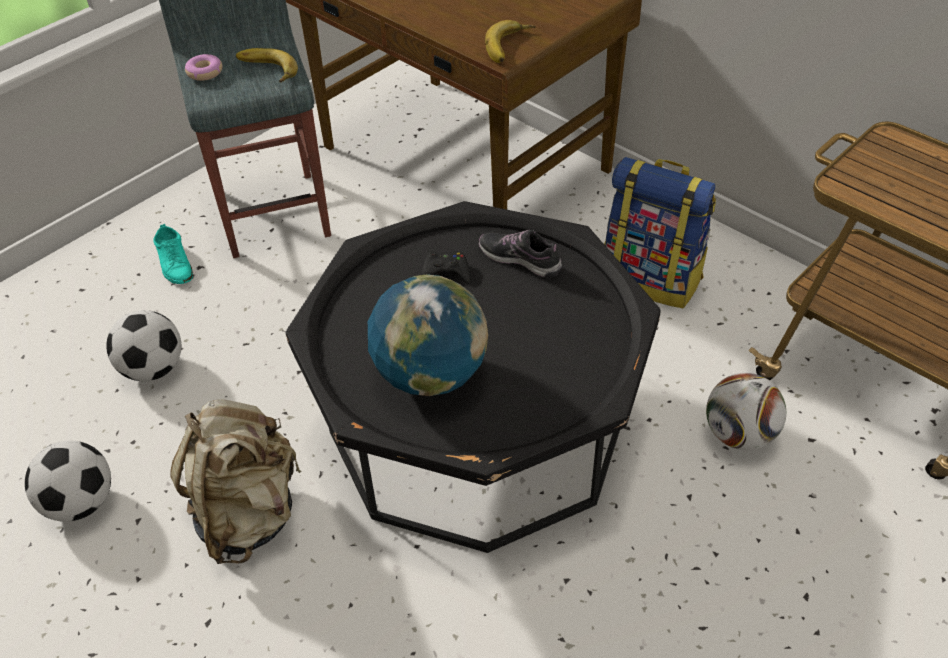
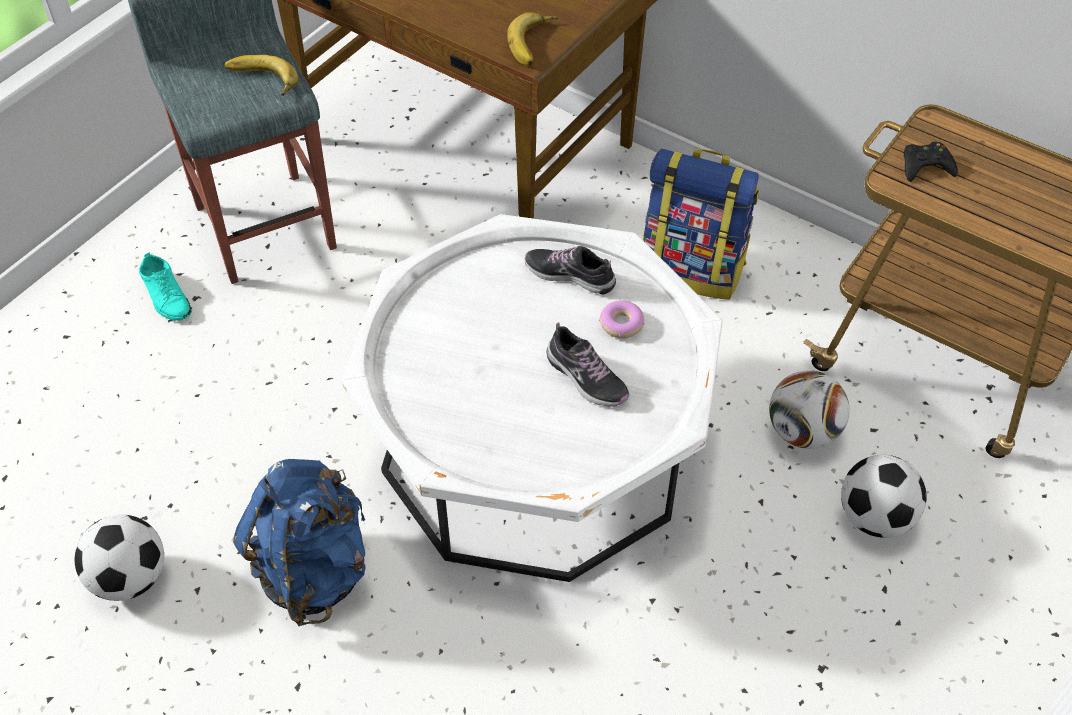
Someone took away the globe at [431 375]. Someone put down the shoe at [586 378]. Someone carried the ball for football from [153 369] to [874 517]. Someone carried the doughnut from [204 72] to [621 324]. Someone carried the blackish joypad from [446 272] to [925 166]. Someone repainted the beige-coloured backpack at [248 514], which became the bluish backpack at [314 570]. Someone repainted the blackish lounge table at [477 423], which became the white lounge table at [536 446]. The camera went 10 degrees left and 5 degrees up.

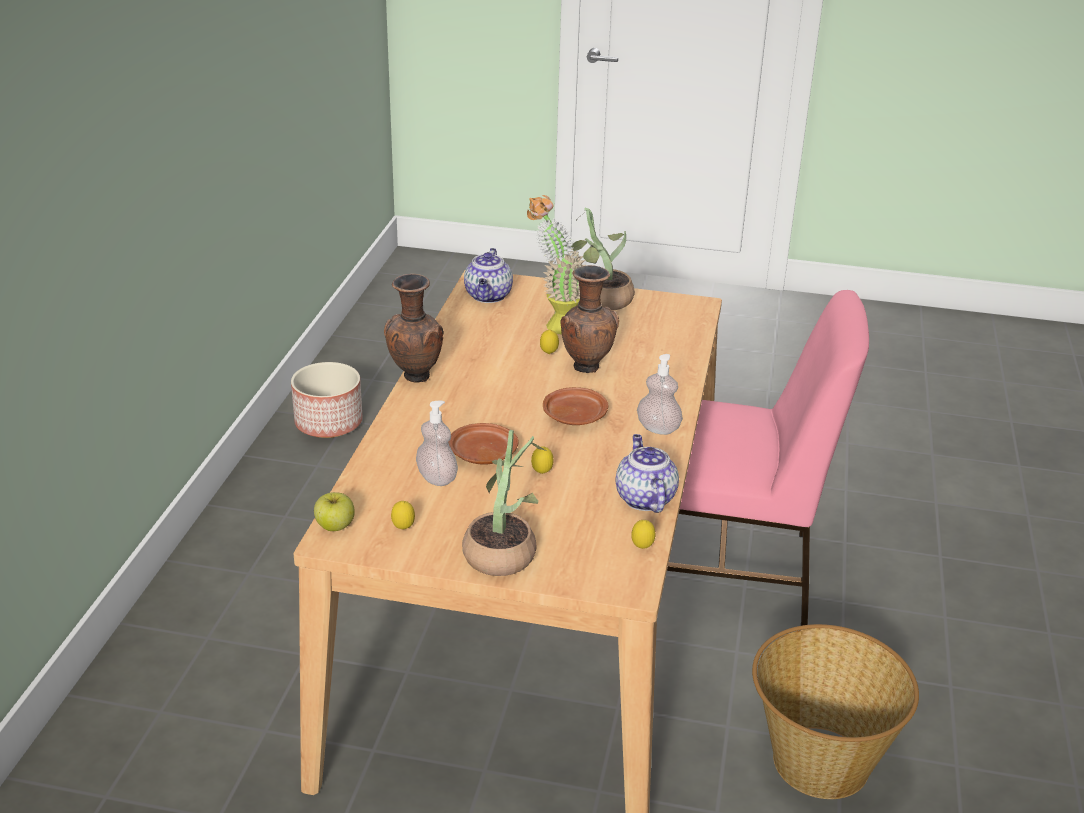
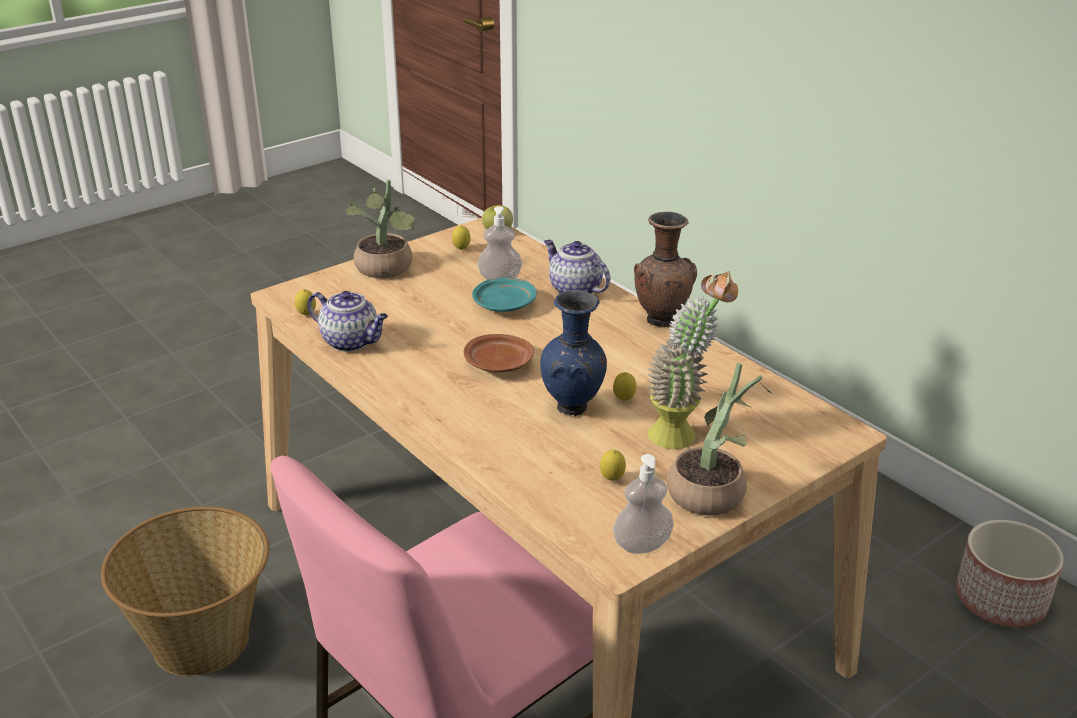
Someone carried the teapot from [488 296] to [574 289]. Someone carried the lemon from [542 473] to [612 480]. Someone carried the soap dispenser from [658 428] to [642 544]. Someone repainted the brown plate at [482 454], which became the turquoise plate at [504 304]. Someone repainted the brown decorative vase at [586 366], which became the bluish decorative vase at [573 409]. The camera went 130 degrees right and 0 degrees up.

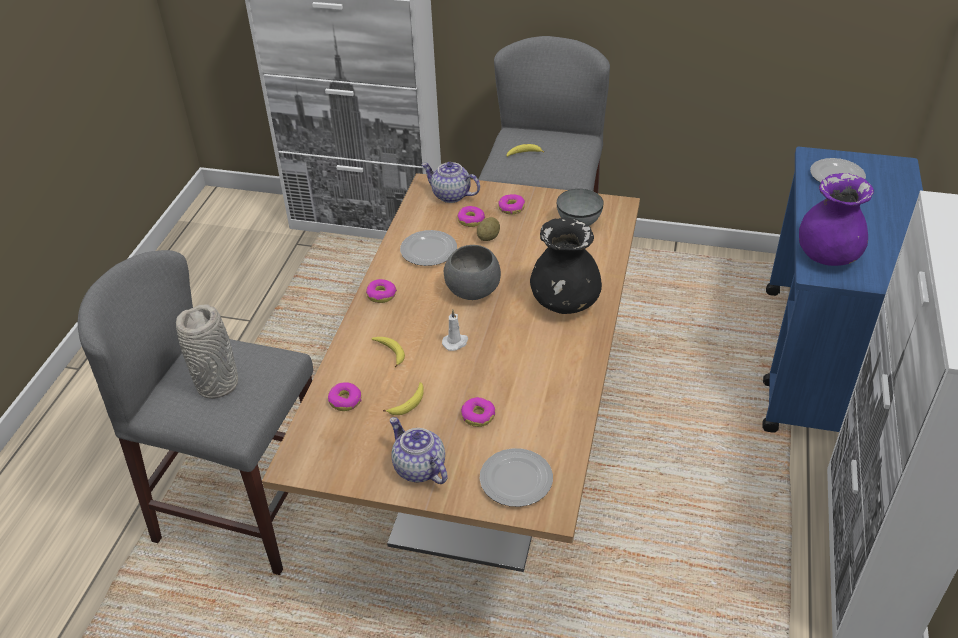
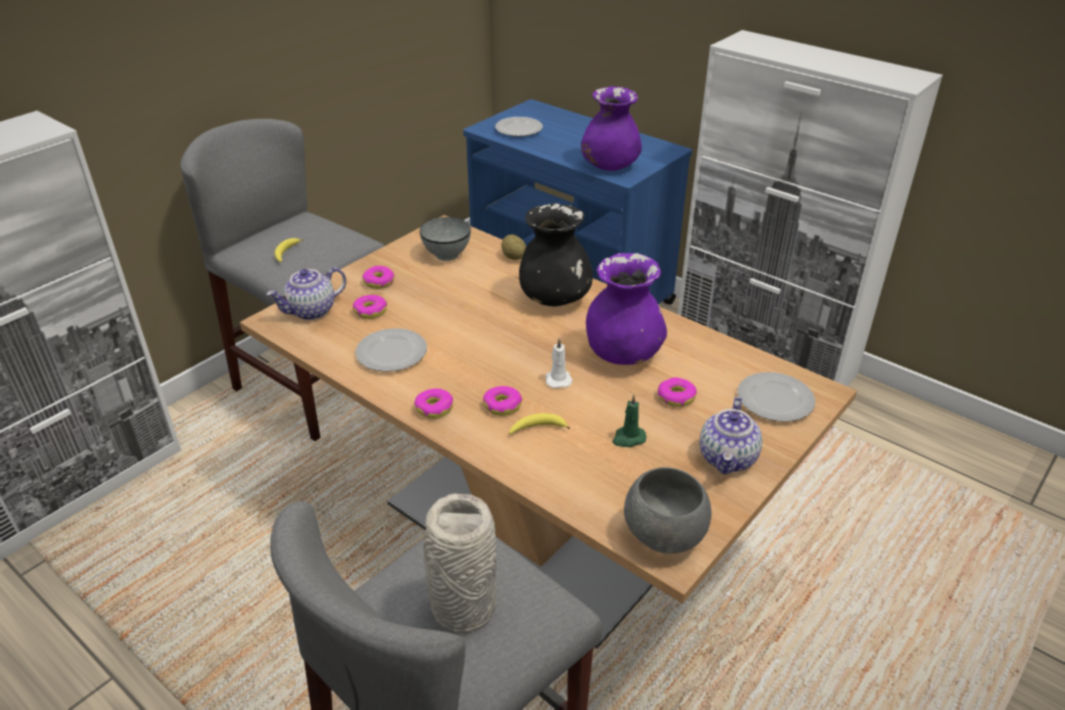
Someone put down the purple decorative vase at [622 354]. Someone carried the doughnut from [345 401] to [502 405]. Someone carried the gray serving bowl from [472 291] to [663 536]. Someone carried the spud from [488 237] to [513 257]. Someone swapped the whole banana at [408 403] for the green wax candle at [628 438]. Someone rotated the teapot at [418 468] by 60 degrees counterclockwise. The camera went 65 degrees left and 5 degrees down.

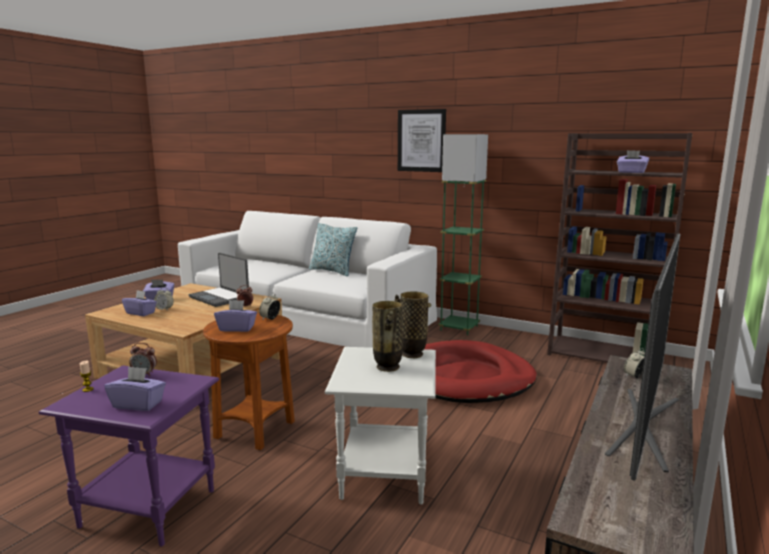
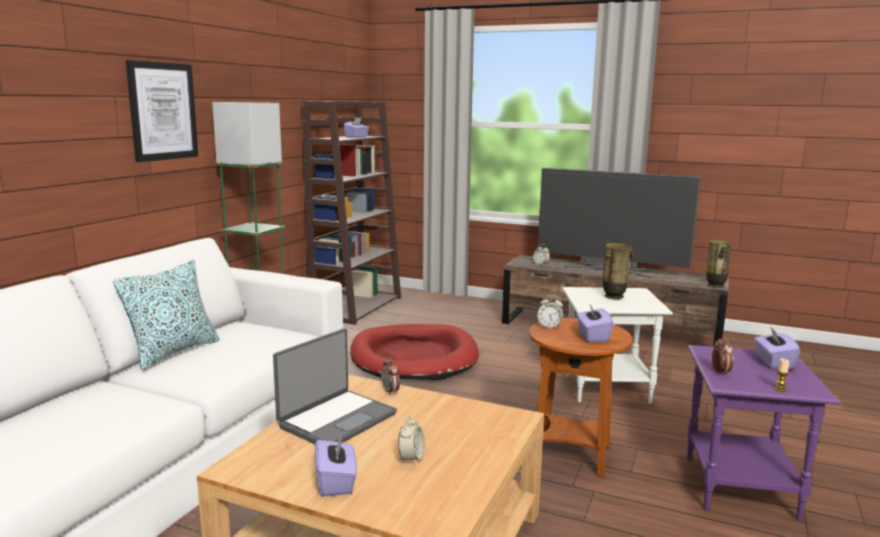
Someone took away the purple box of tissues at [141 313]. Someone carried the decorative vase from [412 354] to [715 286]. The camera went 95 degrees left and 0 degrees up.

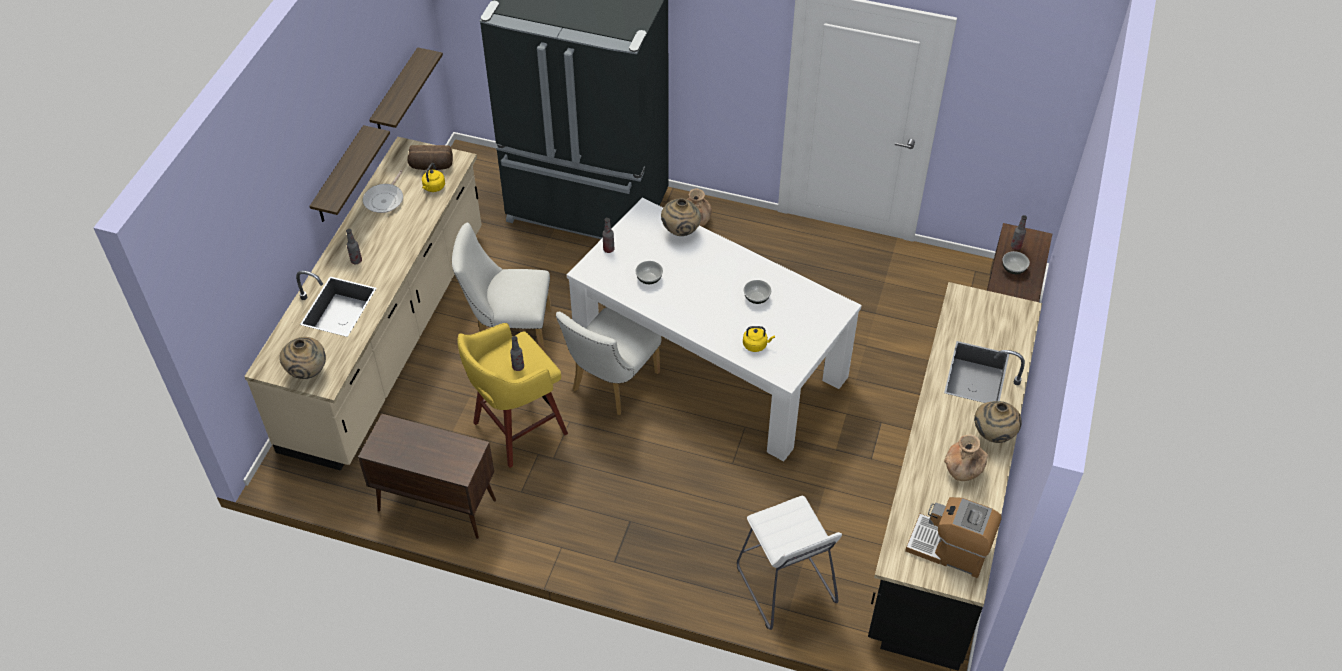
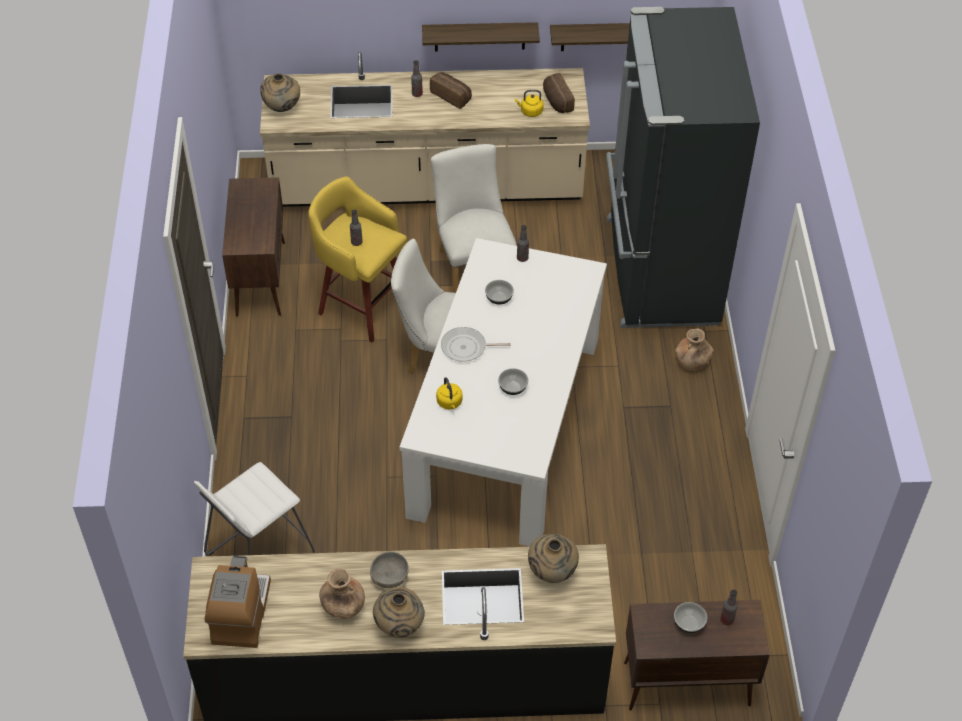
Someone put down the gray serving bowl at [389 577]. Someone put down the bread at [452 96]. Someone carried the skillet from [385 199] to [466 348]. Someone carried the beige-coloured decorative vase from [680 231] to [552 572]. The camera went 70 degrees right and 0 degrees up.

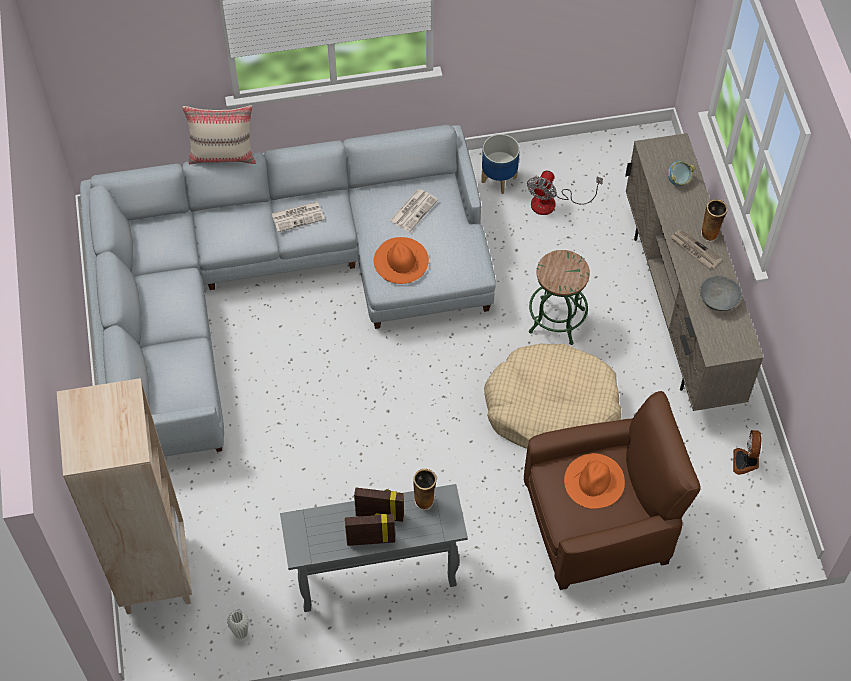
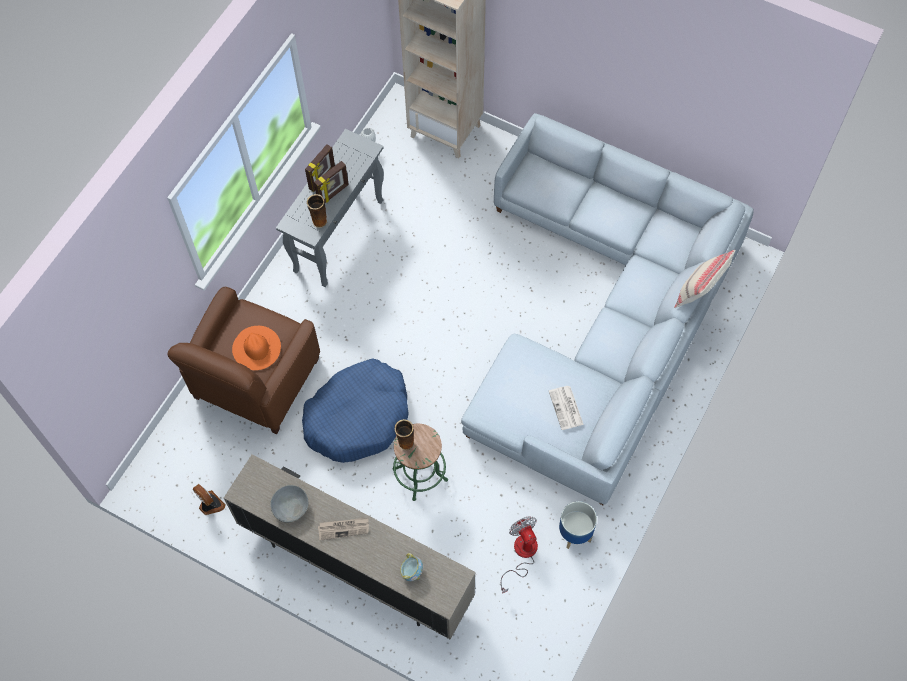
Someone took away the newspaper at [298 216]. Someone took away the orangey clothing hat at [401 260]. Someone carried the decorative vase from [710 234] to [405 443]. Someone repainted the beige-coloured dog cushion at [551 408], which became the bluish dog cushion at [358 417]. The camera went 130 degrees right and 5 degrees up.

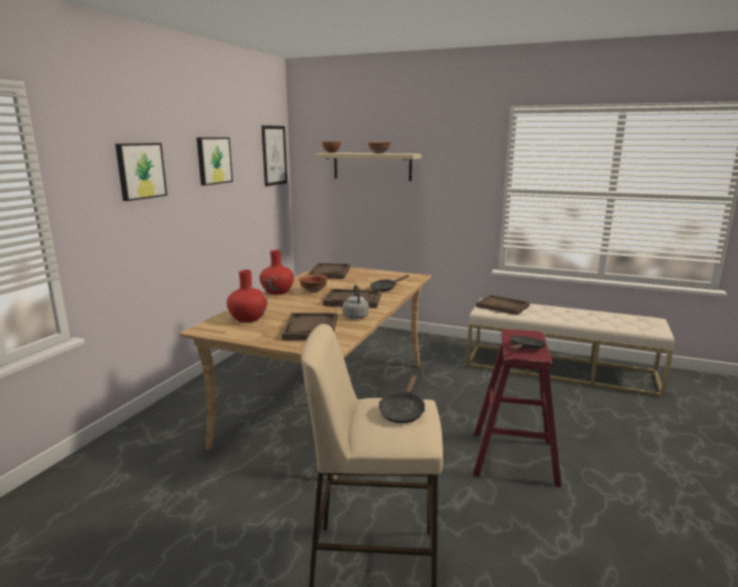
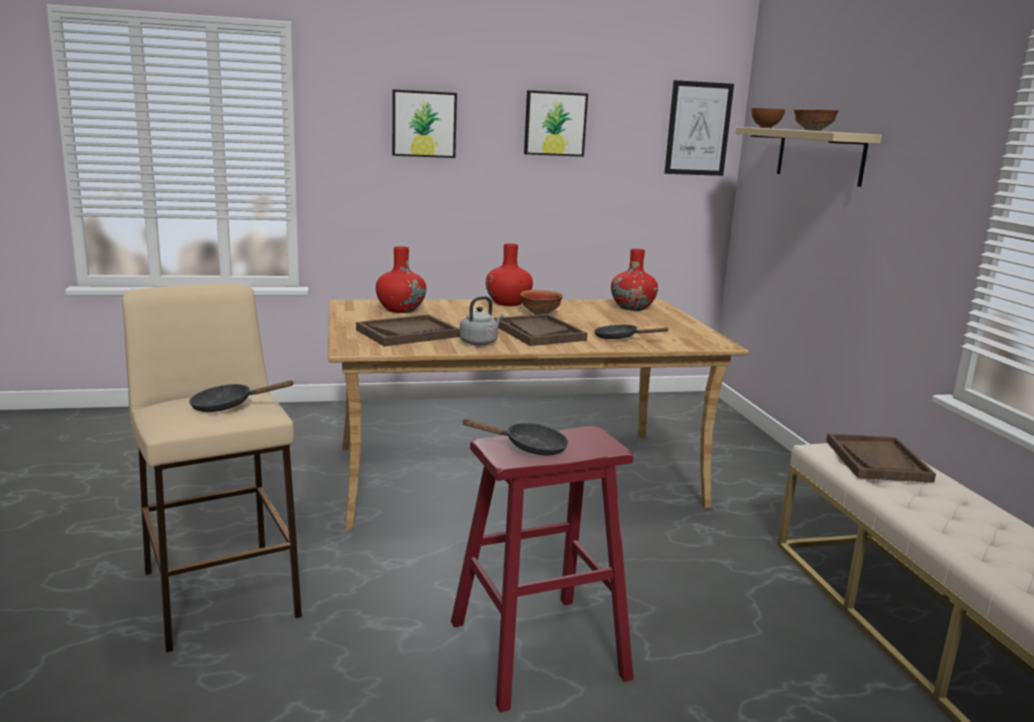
Someone swapped the brown carrying tray at [330 272] for the red decorative vase at [632 307]. The camera went 55 degrees right and 0 degrees up.

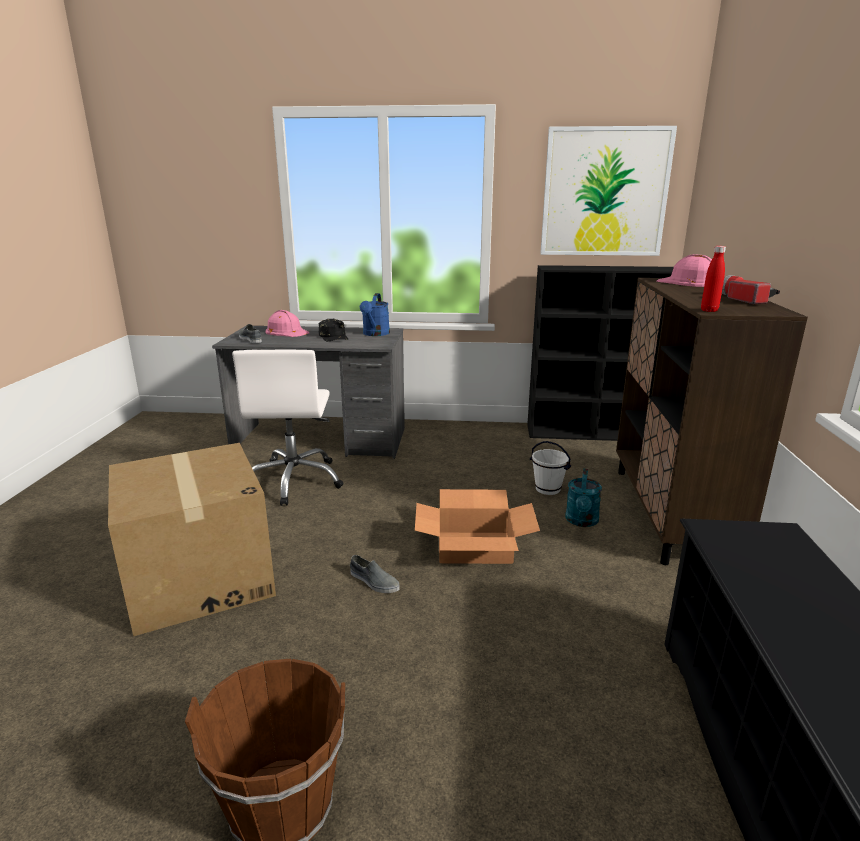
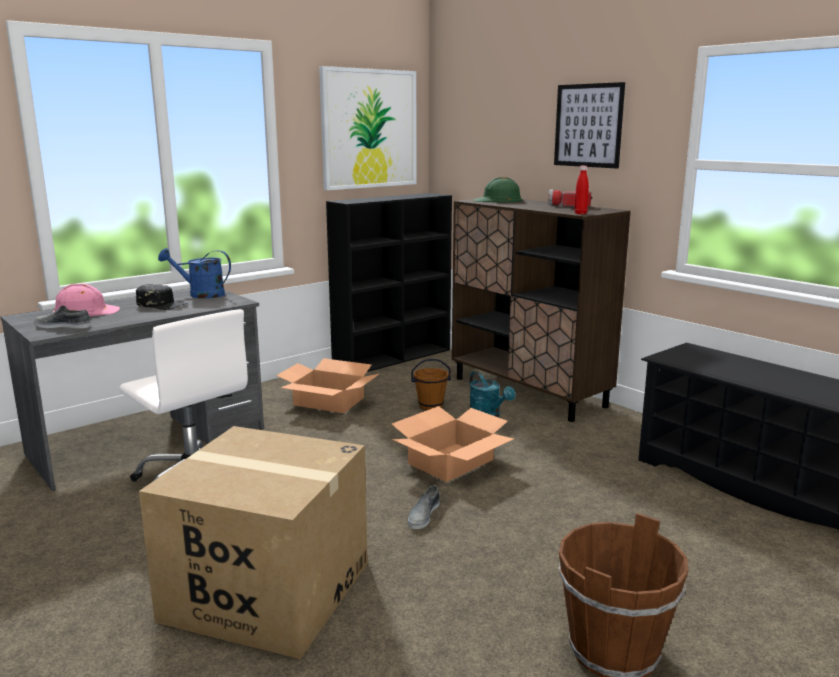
Someone put down the packing box at [329 401]. Someone put up the wall art at [588 125]. Someone repainted the white pail at [548 489], which became the brown pail at [430 406]. Someone repainted the pink-coloured safety helmet at [689 282], which became the green safety helmet at [498 200]. Someone rotated the gray shoe at [373 581] by 120 degrees clockwise. Someone rotated the bluish watering pot at [375 334] by 135 degrees clockwise. The camera went 45 degrees left and 5 degrees down.

